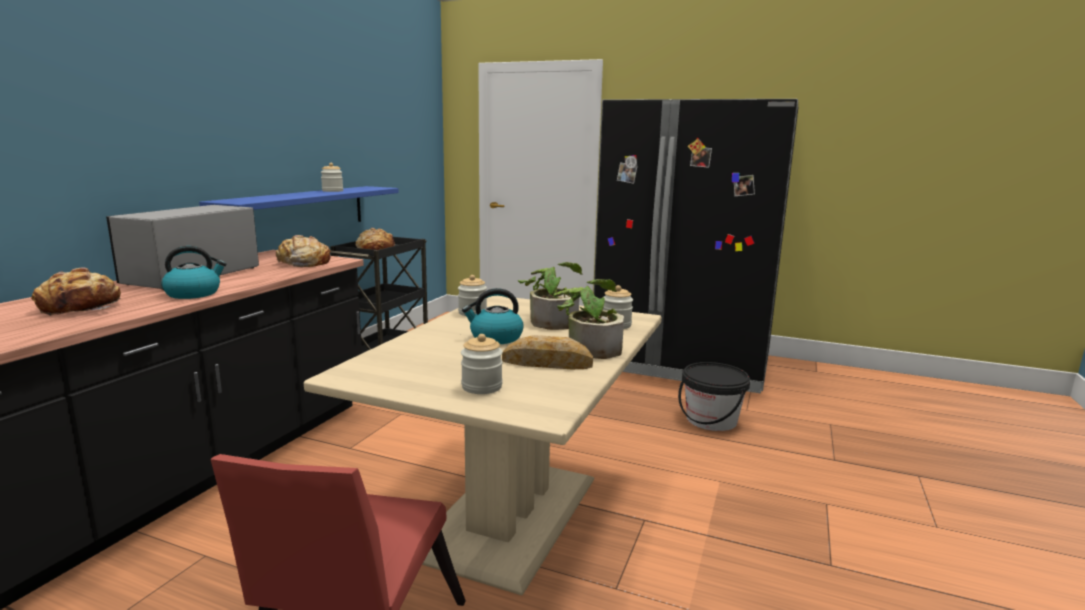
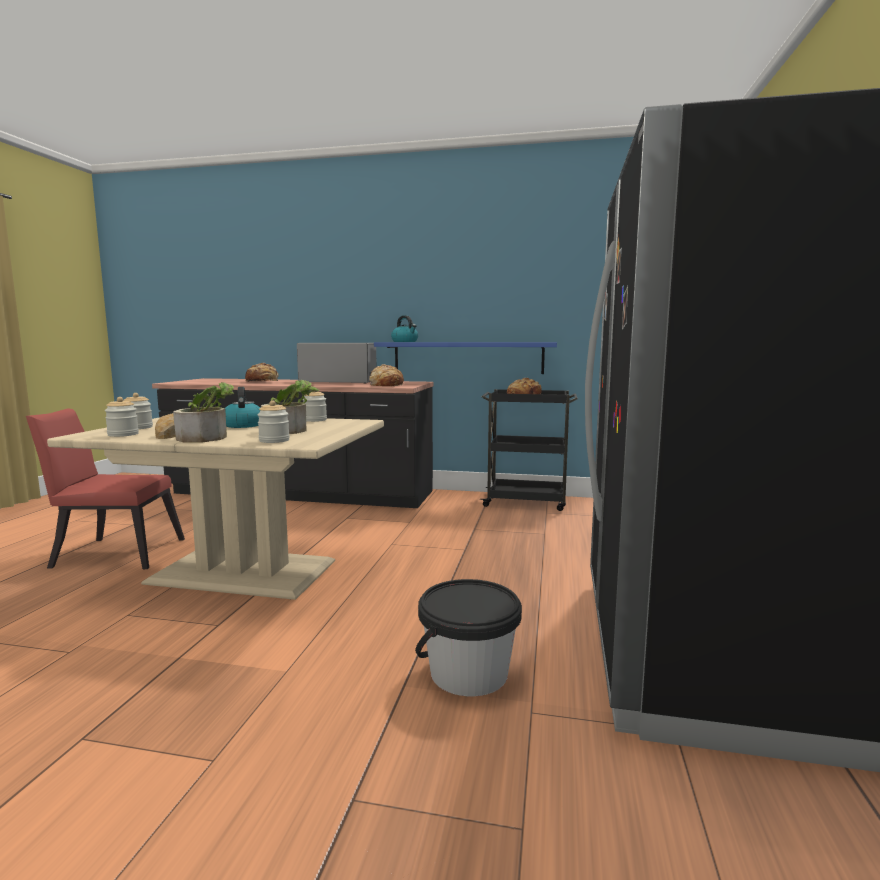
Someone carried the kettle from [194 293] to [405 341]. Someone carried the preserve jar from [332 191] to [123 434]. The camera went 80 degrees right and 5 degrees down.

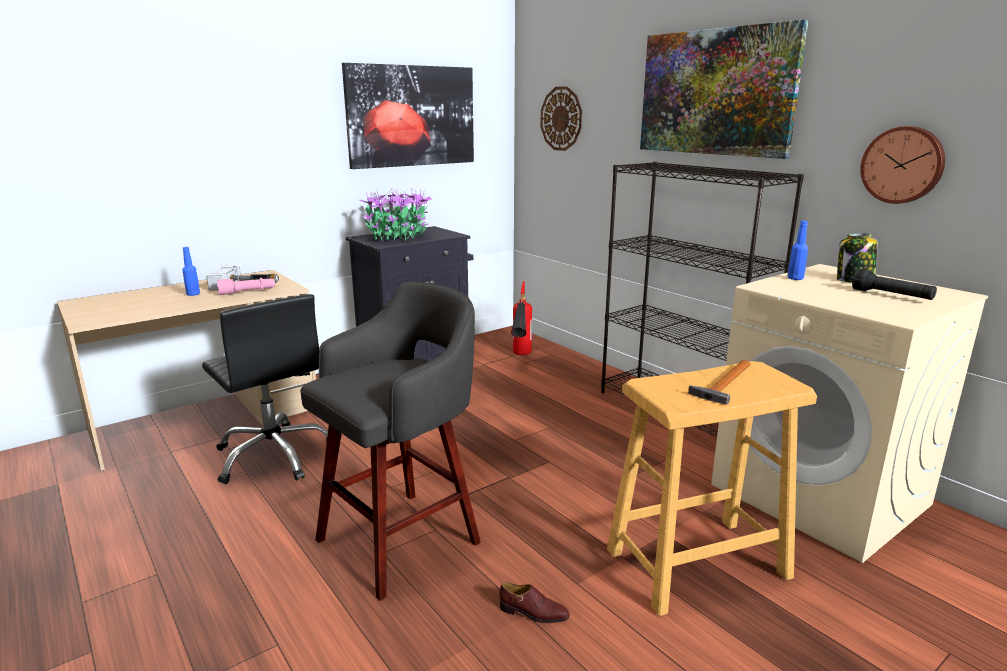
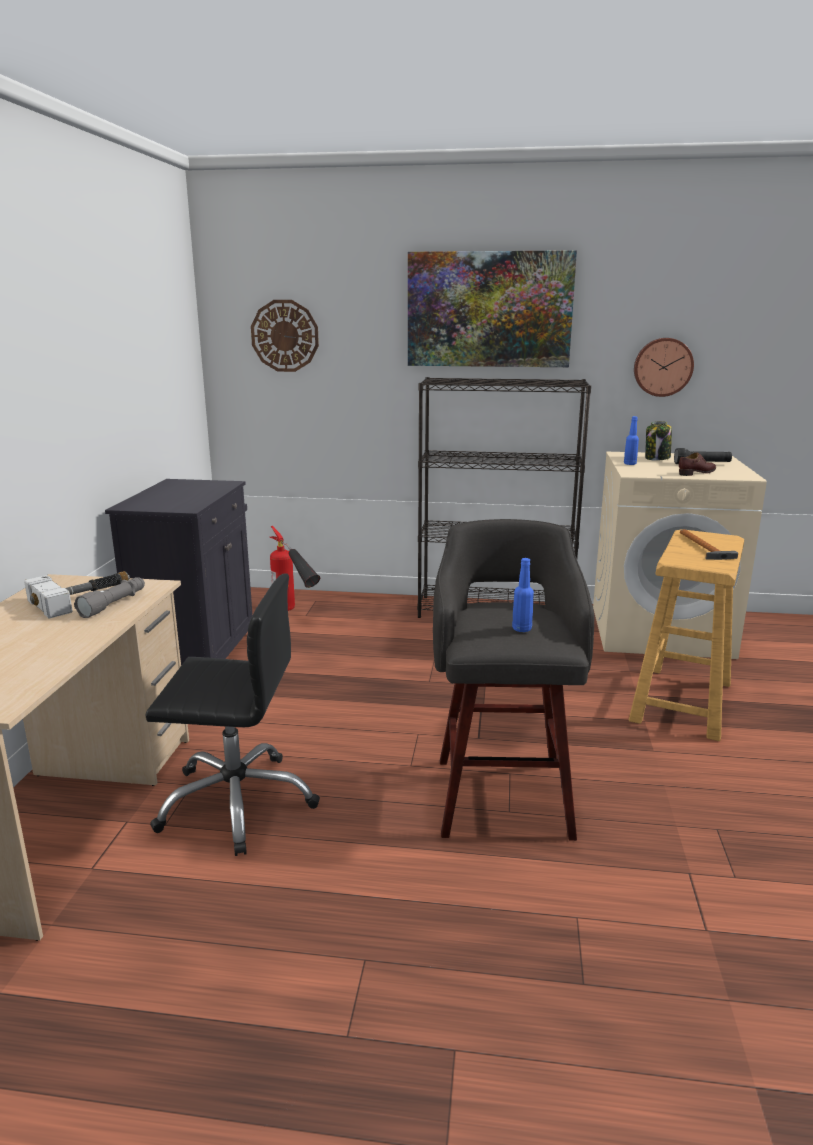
Someone took away the wall art at [411 116]. Someone took away the potted plant at [398 237]. Someone carried the bluish drink bottle from [193 294] to [521 629]. Someone carried the brown shoe from [533 613] to [697 473]. Someone repainted the pink-coloured hand torch at [247 292], which became the gray hand torch at [114 604]. The camera went 45 degrees left and 0 degrees up.

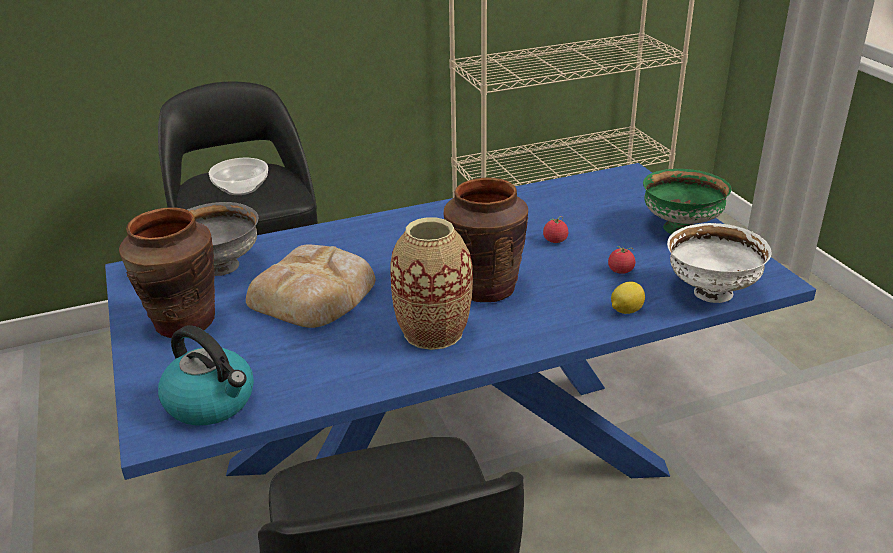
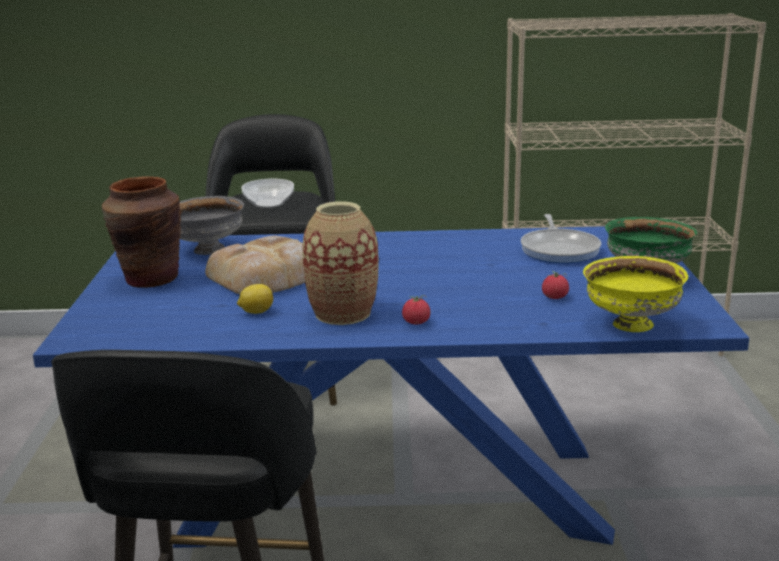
Someone took away the kettle at [212 402]. Someone took away the brown decorative vase at [485 288]. Someone put down the skillet at [559 249]. Someone carried the tomato from [555 240] to [416 322]. Someone carried the lemon from [625 310] to [256 312]. Someone repainted the white serving bowl at [710 293], which became the yellow-coloured serving bowl at [630 325]. The camera went 20 degrees right and 10 degrees down.

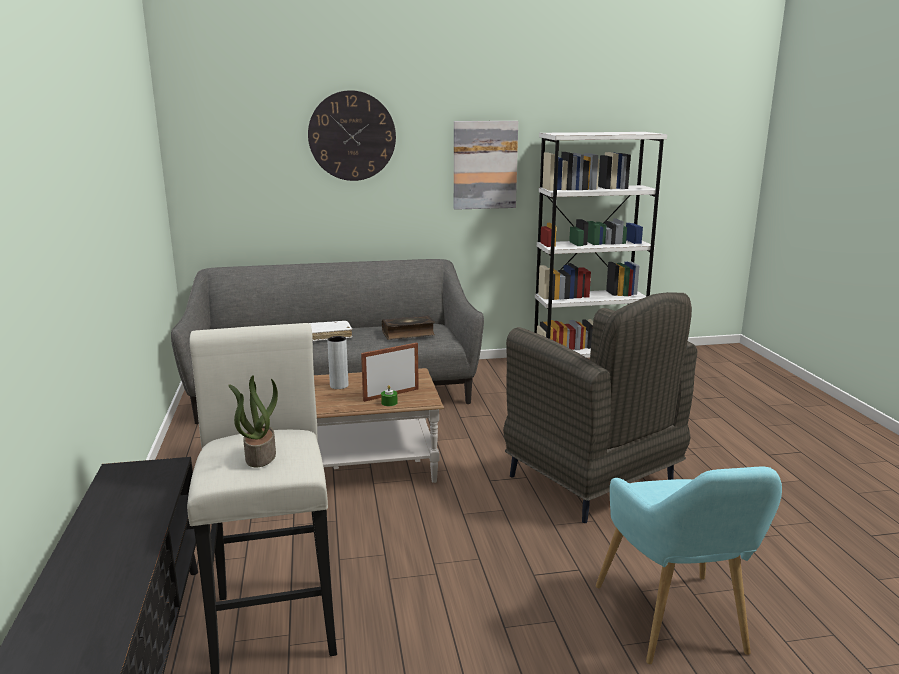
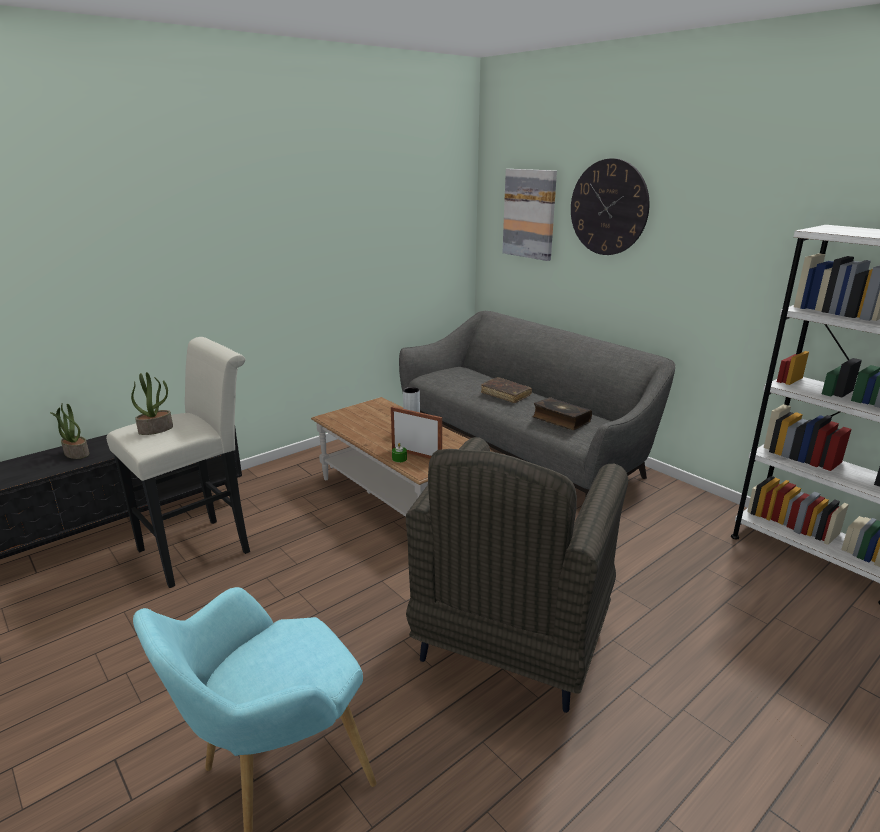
Someone put down the potted plant at [76 454]. Someone carried the wall art from [484 165] to [529 214]. Someone repainted the white volume at [327 336], which became the brown volume at [505 394]. The camera went 60 degrees right and 5 degrees up.

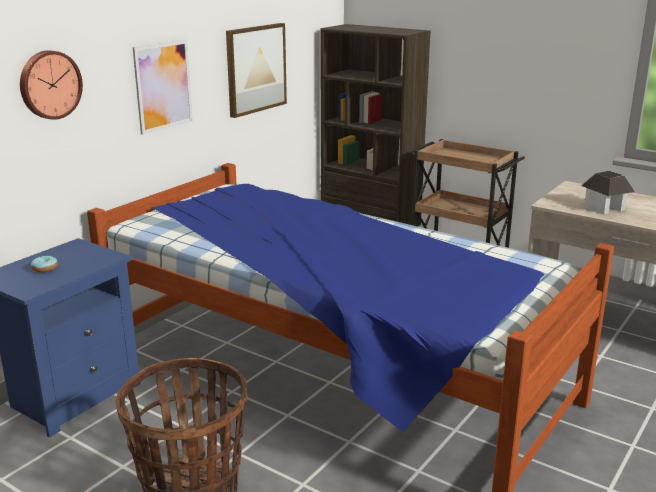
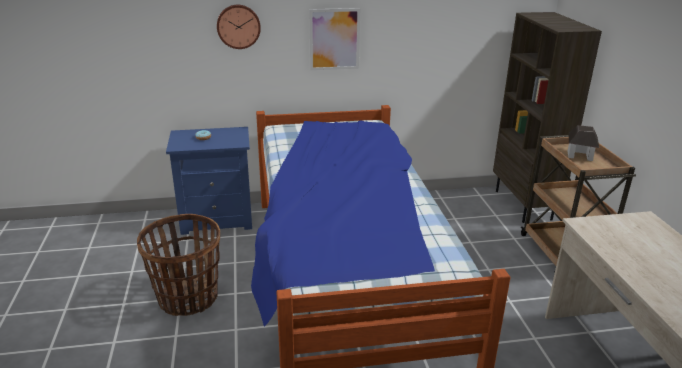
Someone took away the wall art at [255 69]. Someone carried the toy house from [604 208] to [580 155]. The camera went 45 degrees right and 5 degrees up.

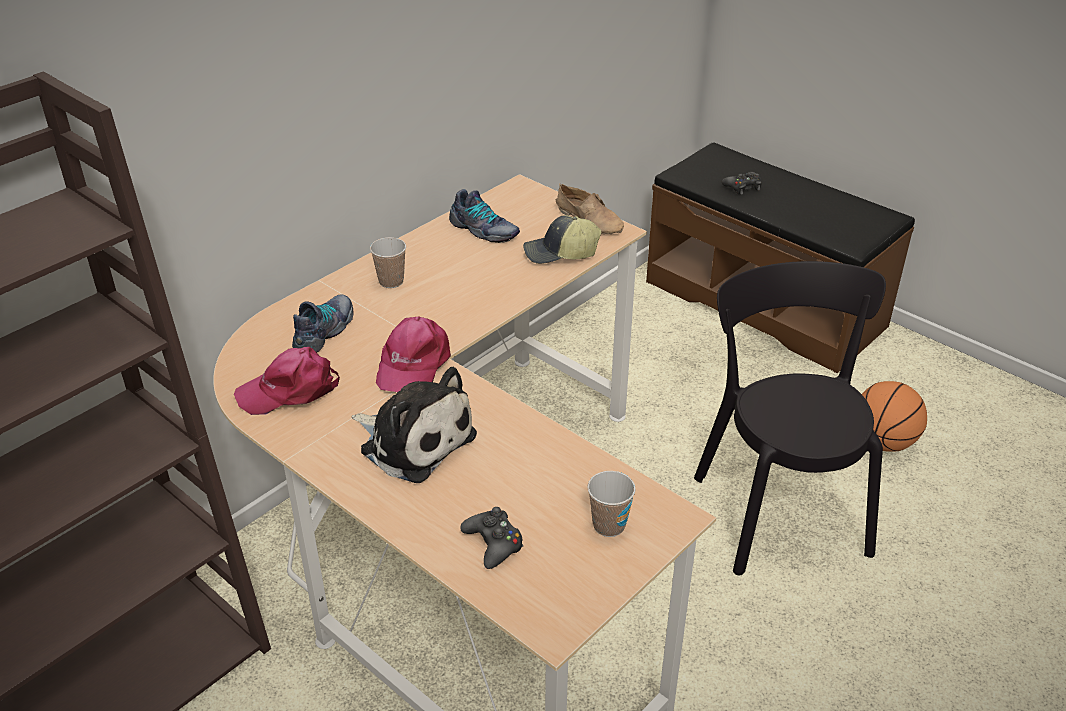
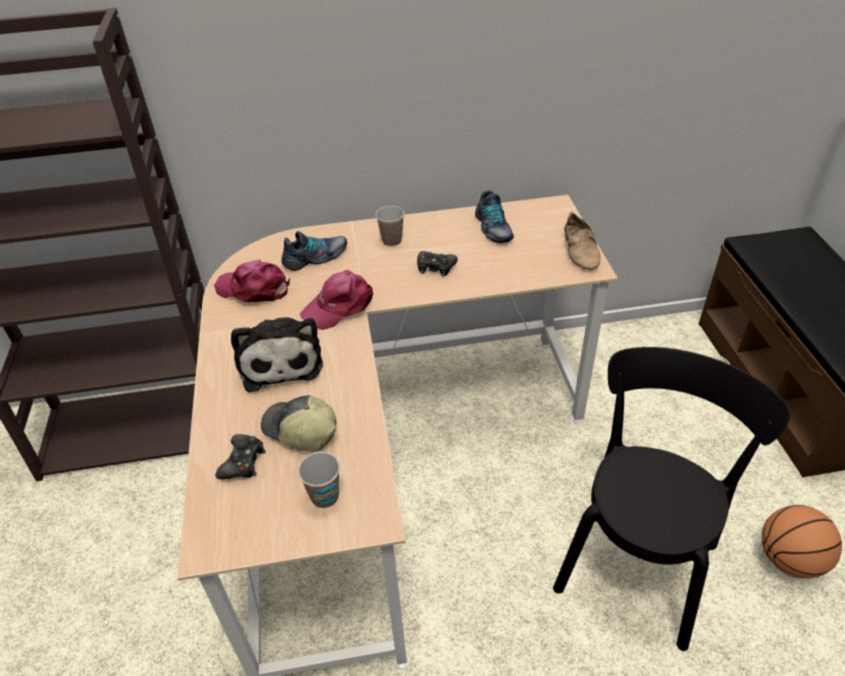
Someone carried the cap from [560 253] to [299 431]. Someone carried the blackish joypad from [743 187] to [435 267]. The camera went 40 degrees right and 5 degrees up.

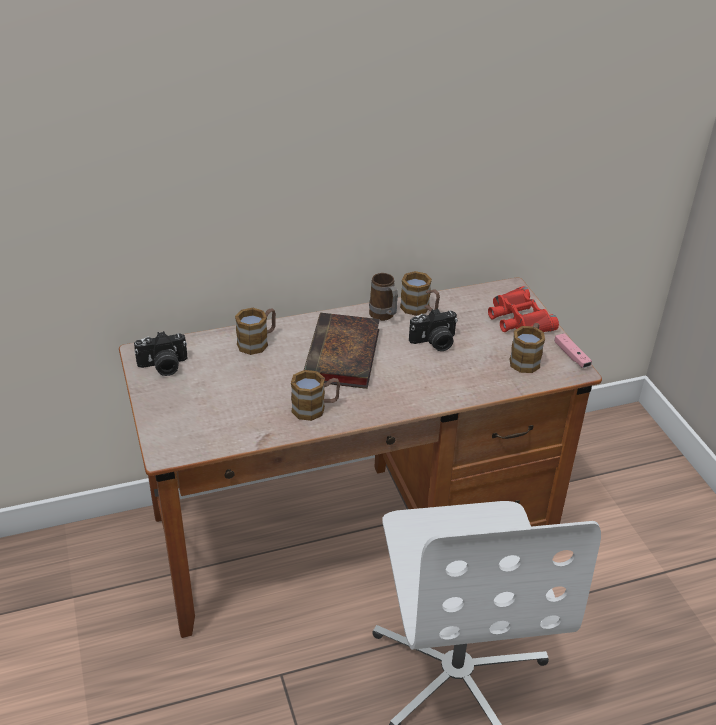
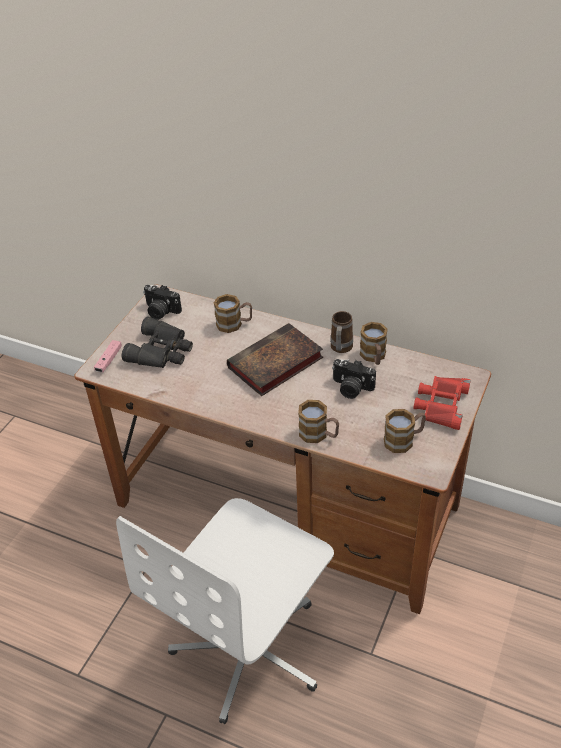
Someone put down the blackish binoculars at [162 351]. Someone carried the mug from [315 408] to [319 434]. Someone carried the pink-coloured joypad from [571 356] to [109 360]. The camera went 45 degrees right and 5 degrees up.

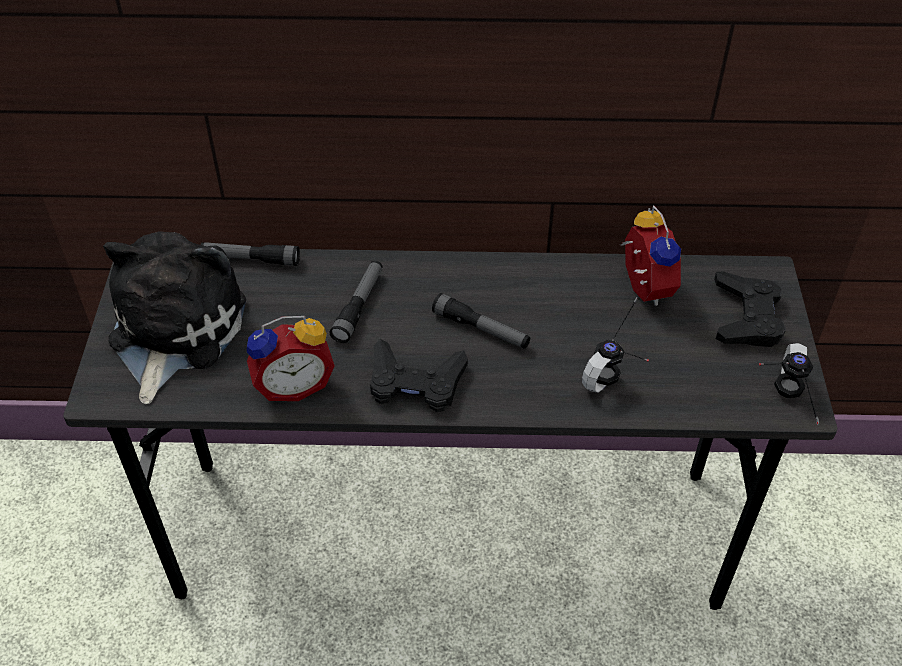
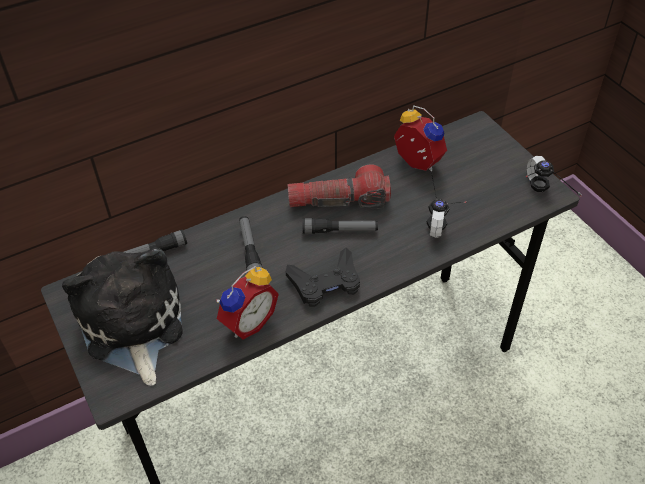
Someone took away the blackish joypad at [746 317]. Someone put down the hand torch at [338 201]. The camera went 30 degrees left and 0 degrees up.

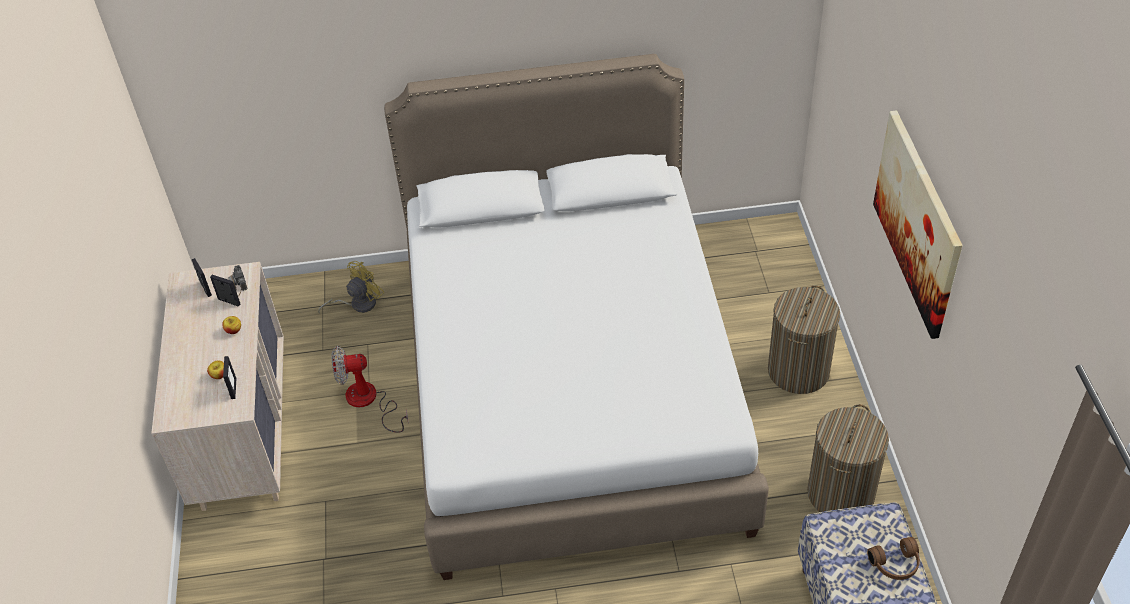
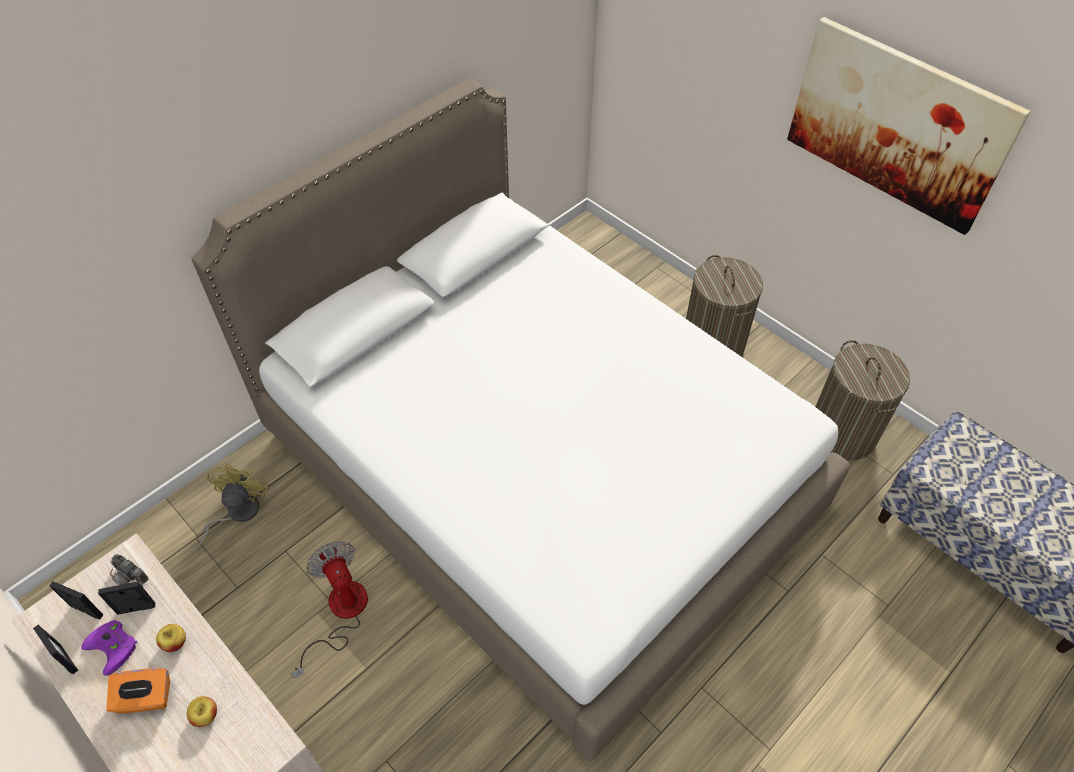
Someone took away the brown headset at [896 565]. Someone put down the purple joypad at [114 647]. Someone put down the orangey box of tissues at [145 698]. Someone carried the standing frame from [233 388] to [66 659]. Someone rotated the cooling fan at [369 401] by 105 degrees clockwise. The camera went 40 degrees left and 5 degrees up.

